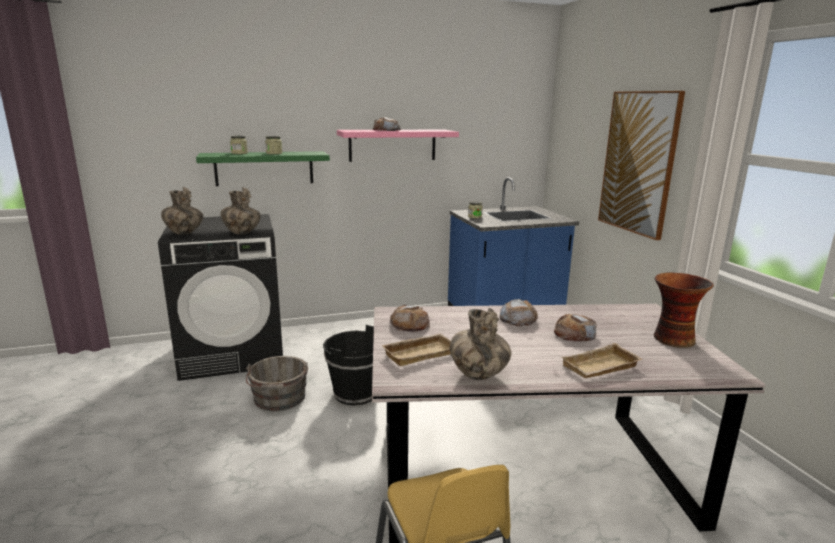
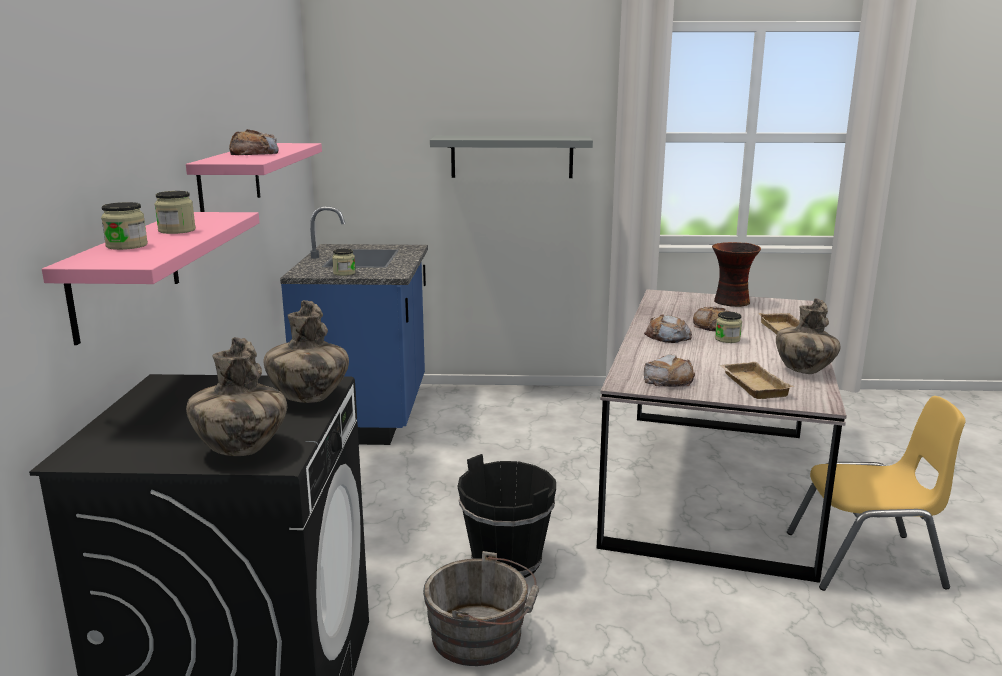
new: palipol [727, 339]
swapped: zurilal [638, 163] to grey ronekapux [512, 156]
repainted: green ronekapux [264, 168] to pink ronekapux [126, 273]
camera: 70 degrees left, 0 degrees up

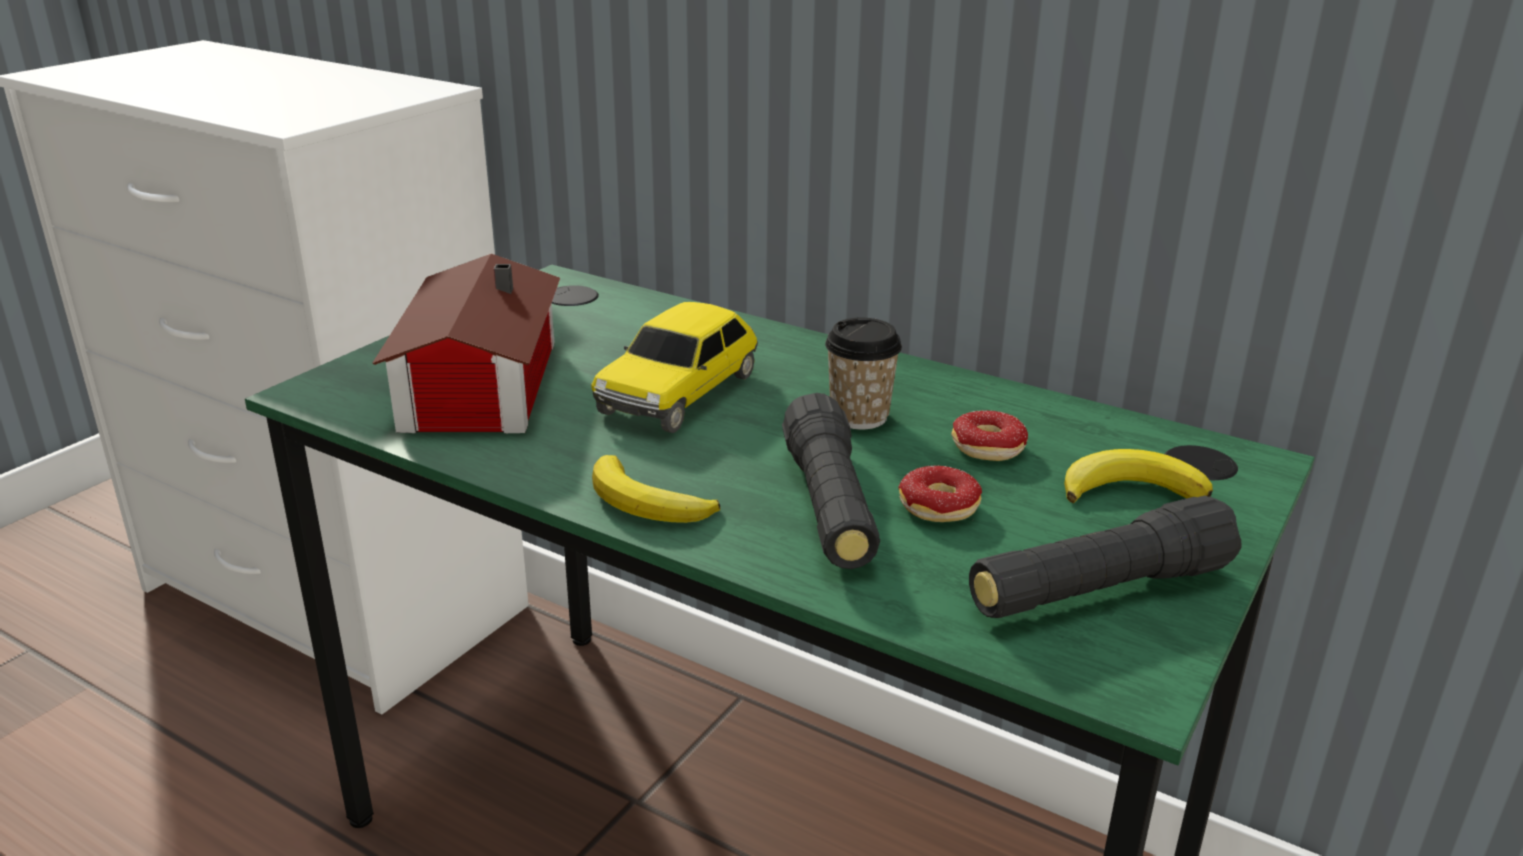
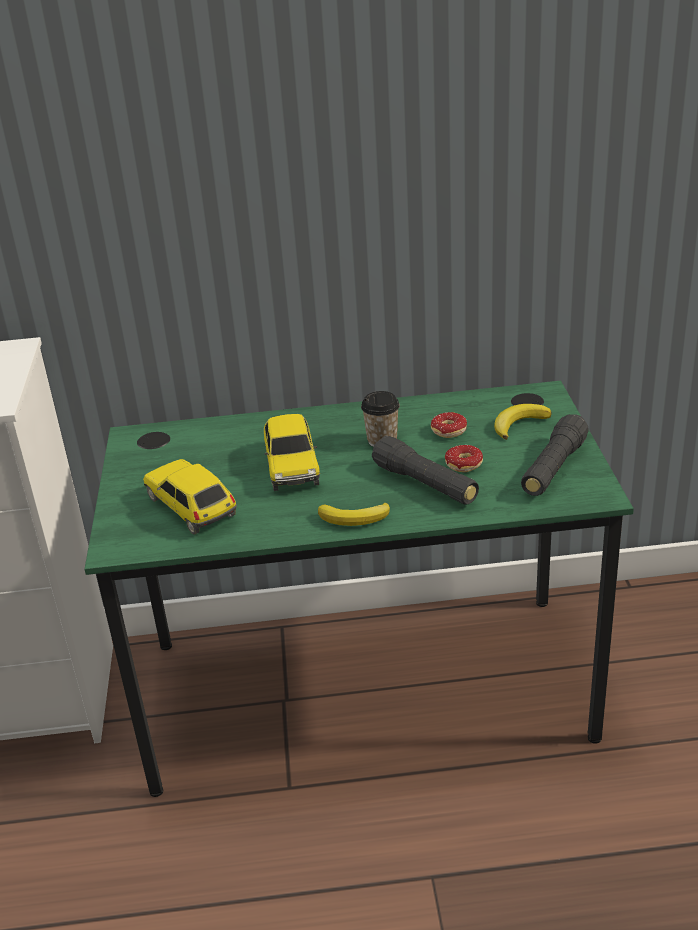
swapped: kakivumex [474, 387] to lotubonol [192, 508]
camera: 35 degrees left, 5 degrees up

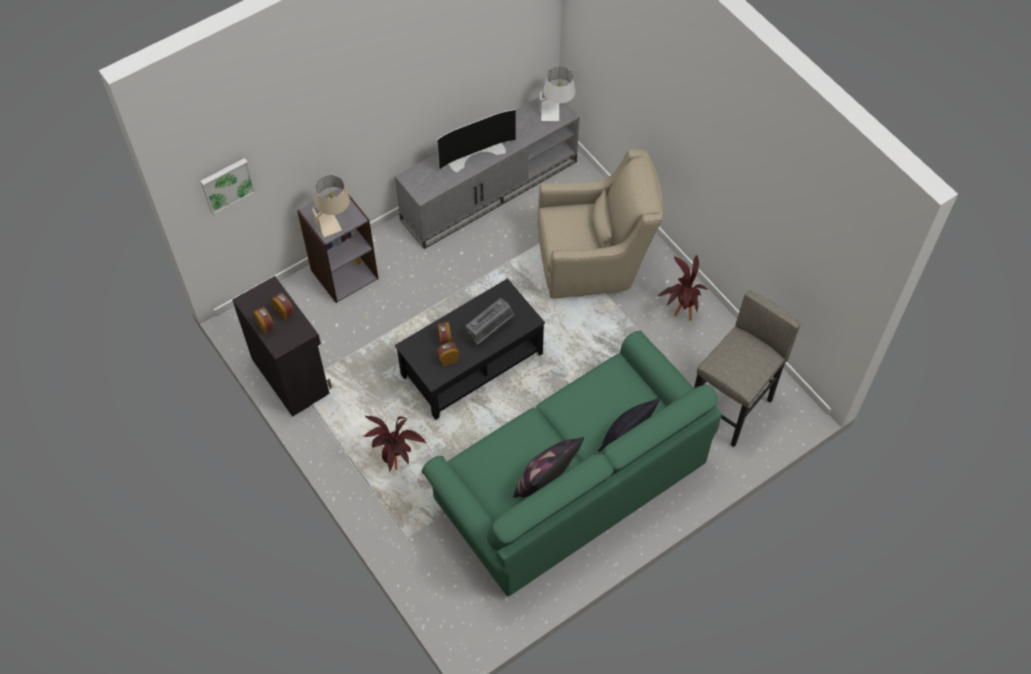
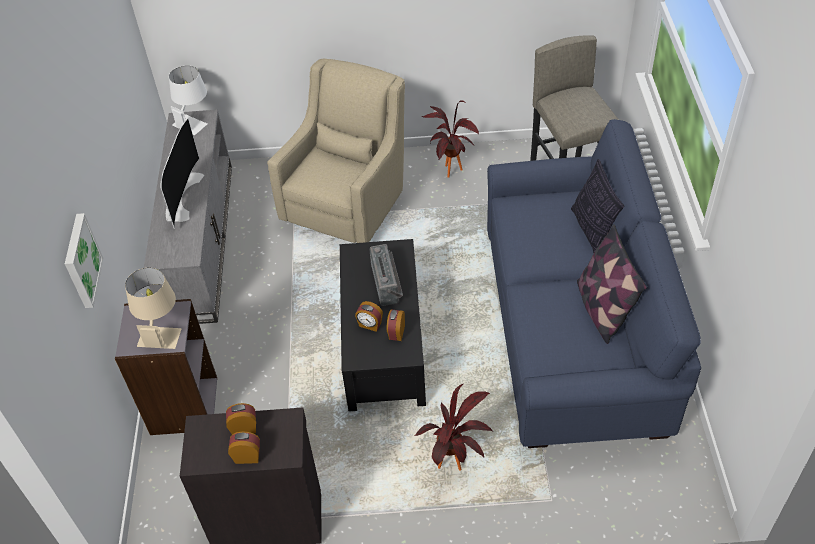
shifted: zurilal [227, 184] to [80, 261]
repainted: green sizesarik [569, 484] to blue sizesarik [572, 330]
camera: 55 degrees left, 10 degrees down

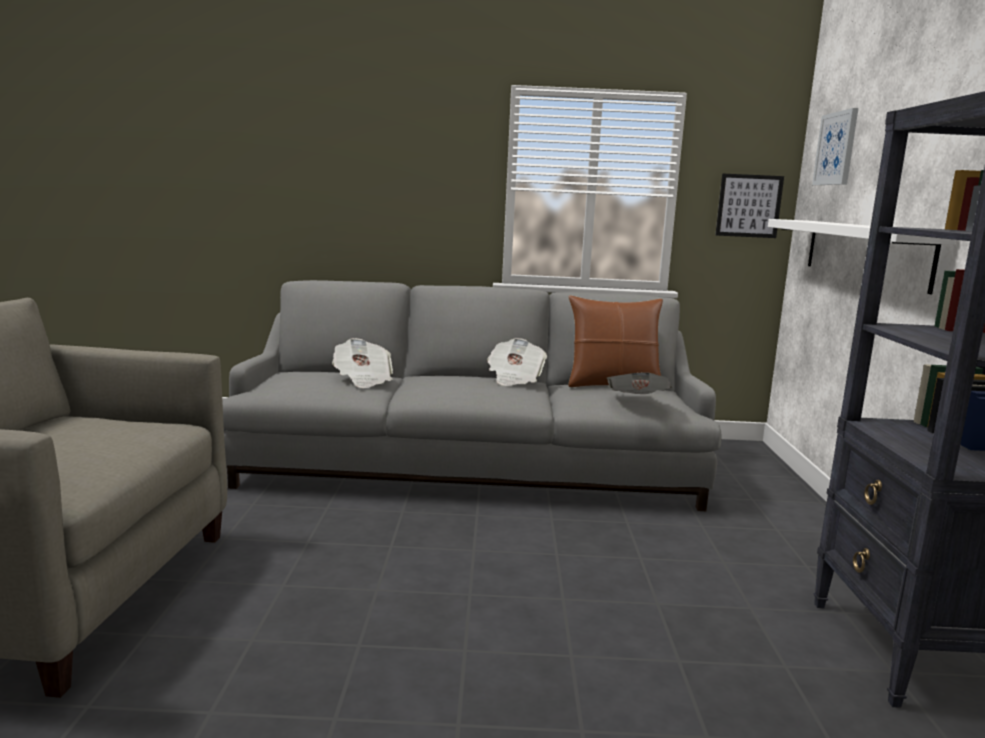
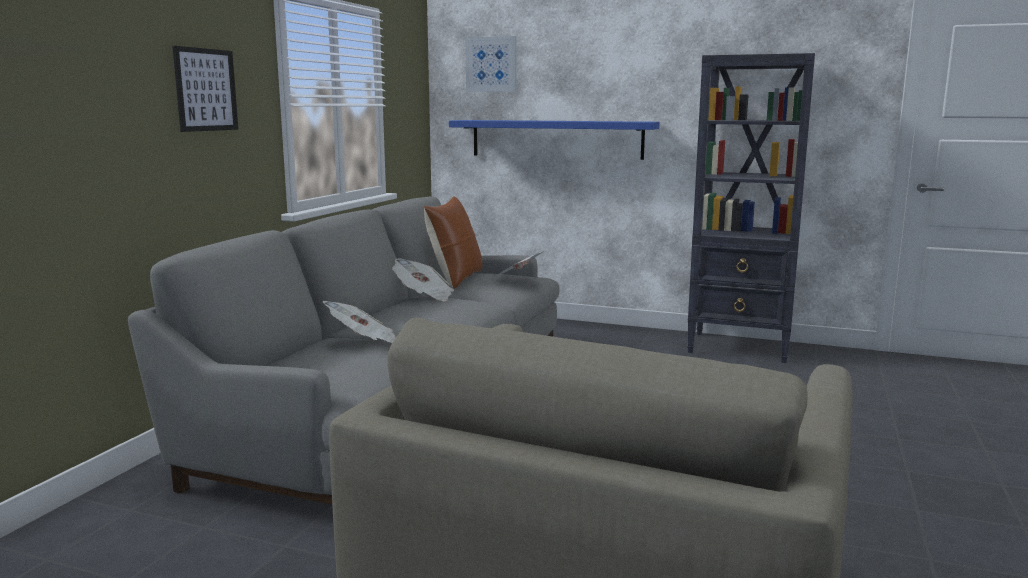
shifted: zurilal [749, 206] to [206, 90]
repainted: white ronekapux [864, 251] to blue ronekapux [556, 139]
camera: 70 degrees left, 0 degrees up

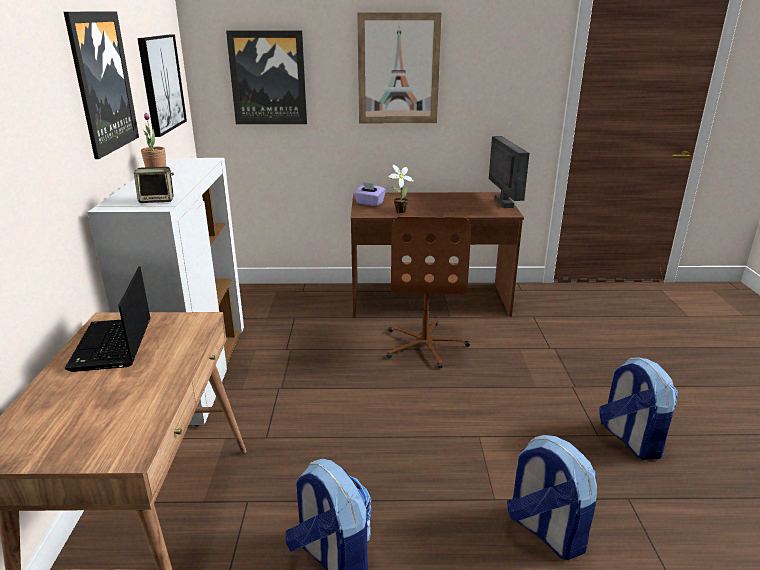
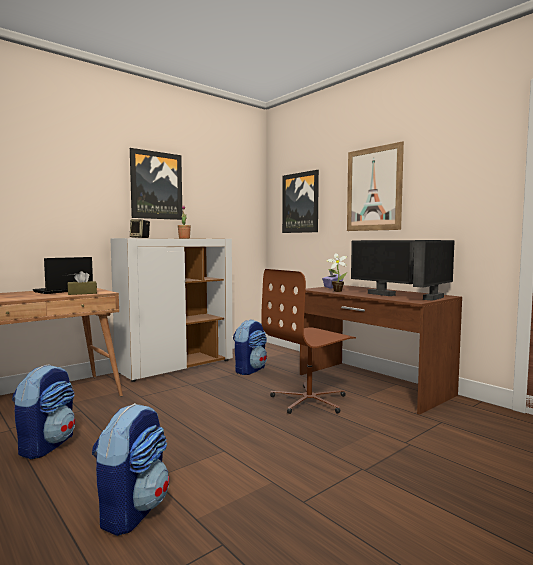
gone: zurilal [161, 83]
new: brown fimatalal [82, 293]; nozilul [382, 294]
shifted: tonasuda [630, 439] to [250, 370]
camera: 50 degrees right, 20 degrees down

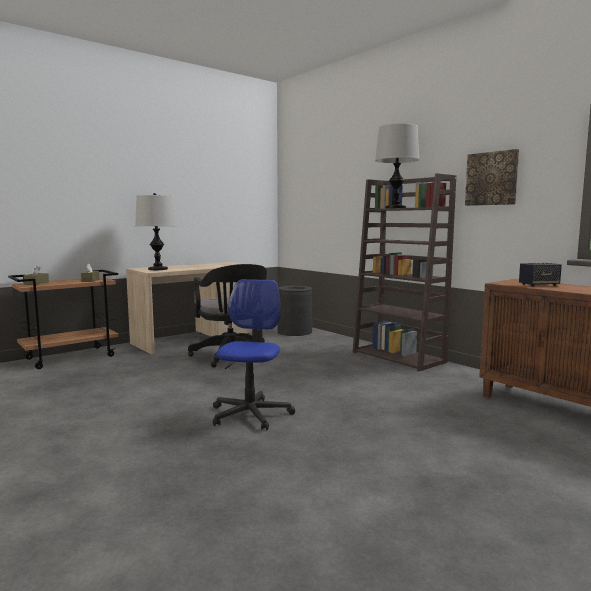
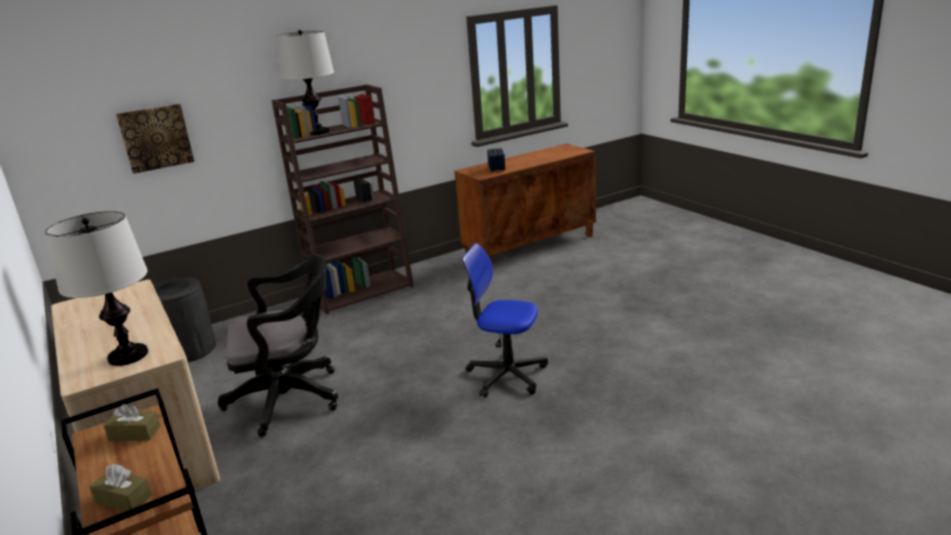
shifted: zurilal [492, 178] to [155, 138]
camera: 80 degrees left, 15 degrees up

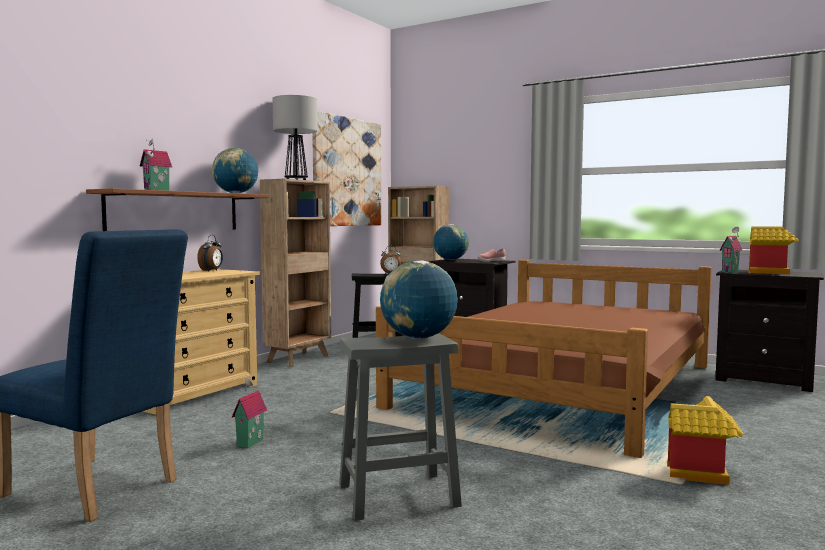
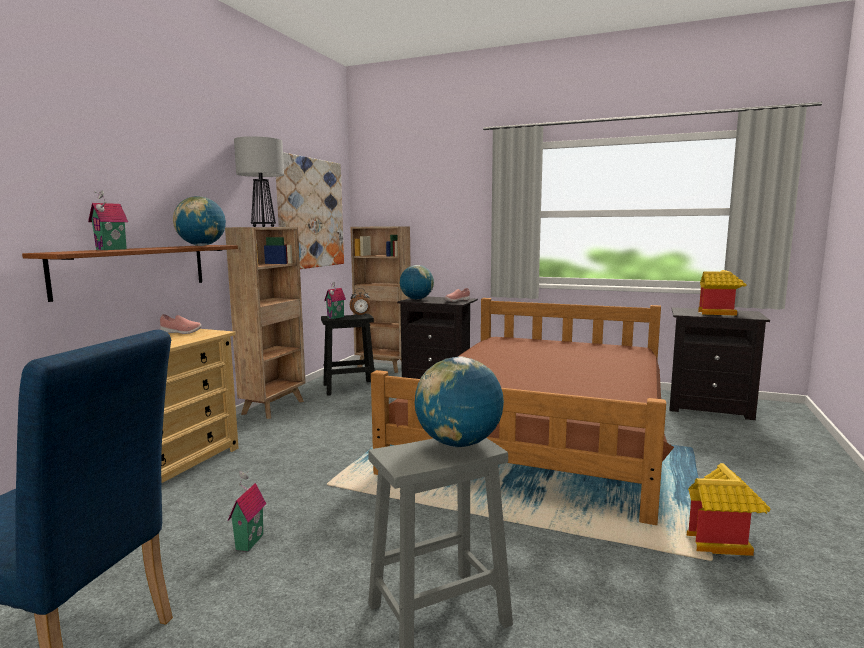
shifted: kakivumex [731, 272] to [336, 317]
swapped: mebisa [211, 271] to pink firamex [180, 332]
camera: 10 degrees left, 5 degrees up

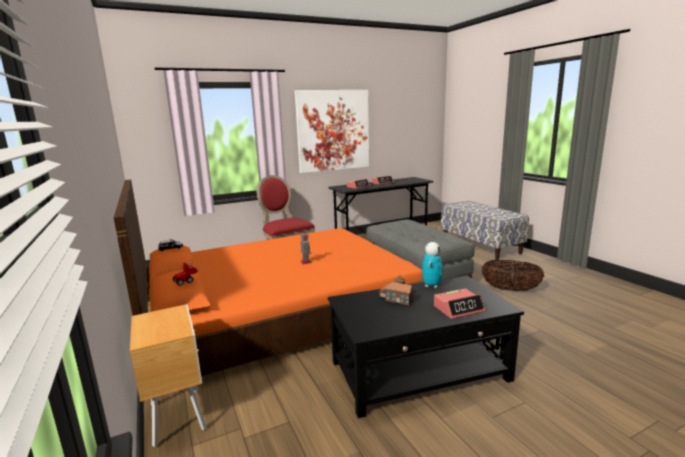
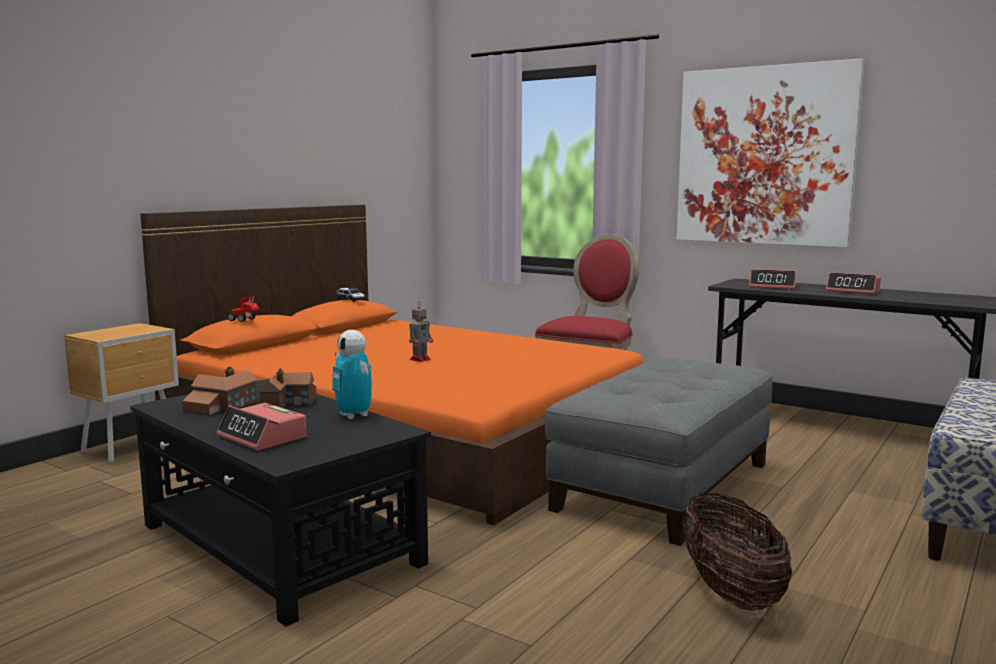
new: kakivumex [221, 407]
rotated: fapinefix [431, 285] = [354, 415] 60 degrees clockwise
camera: 60 degrees right, 5 degrees down

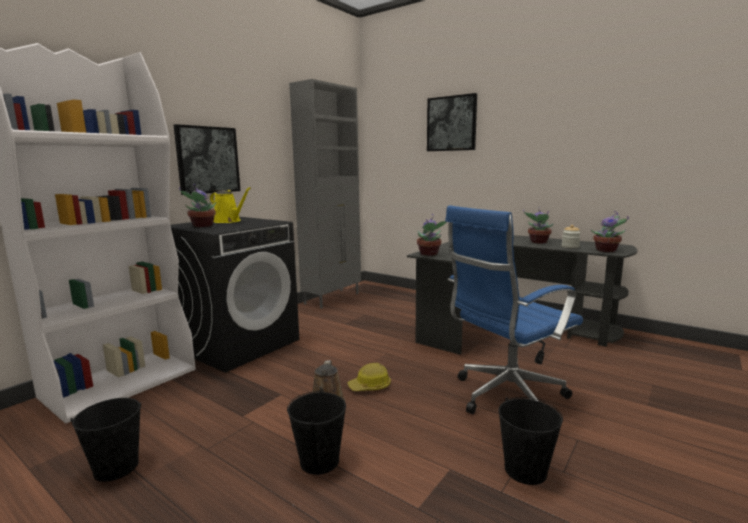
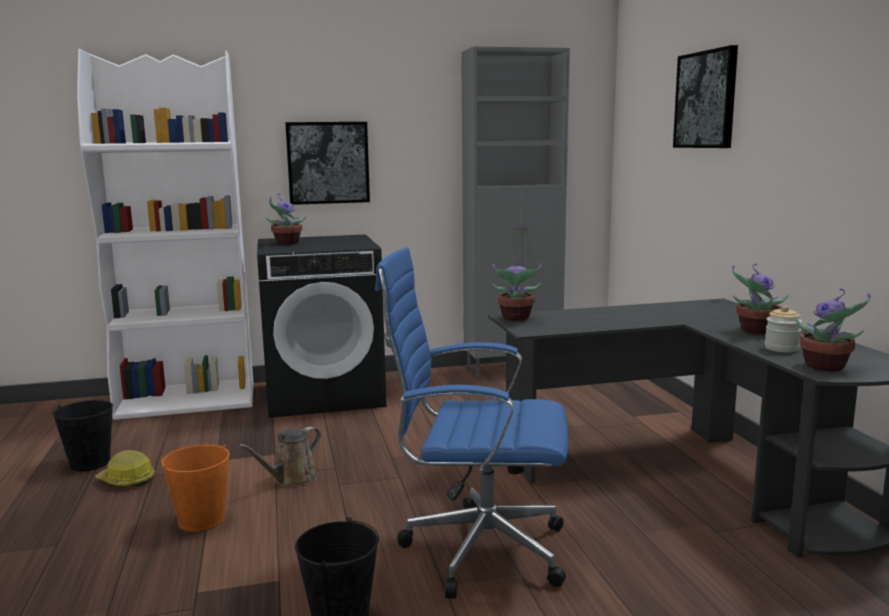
gone: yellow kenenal [229, 221]
shifted: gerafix [370, 386] to [126, 480]
repainted: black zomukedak [320, 460] to orange zomukedak [202, 520]
camera: 40 degrees right, 0 degrees up

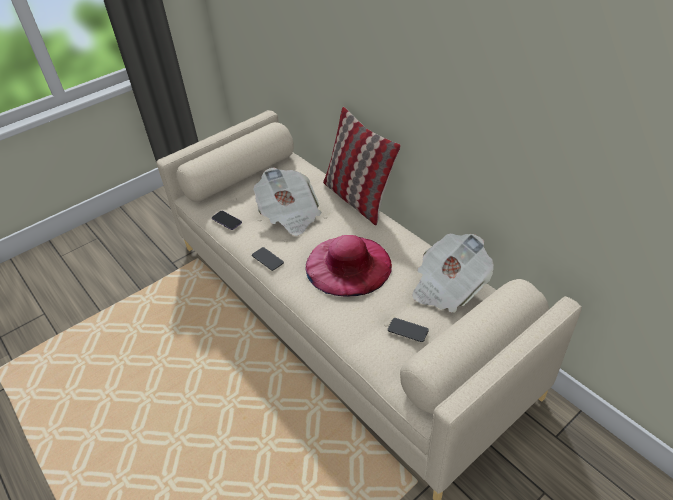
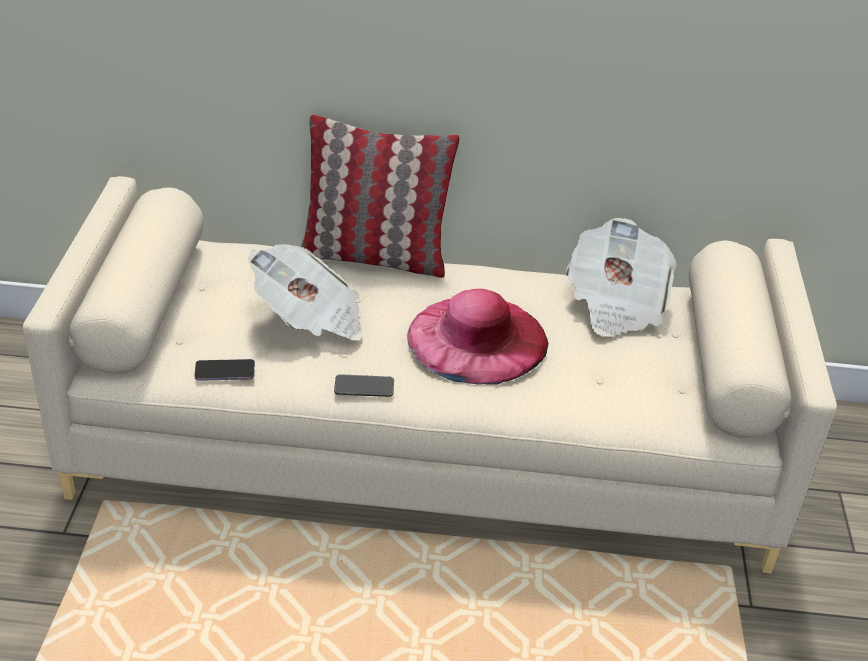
gone: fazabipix [408, 330]
camera: 50 degrees left, 5 degrees down

